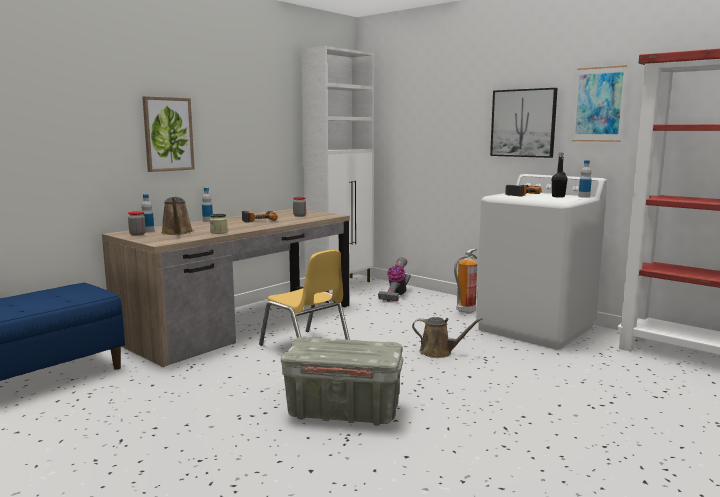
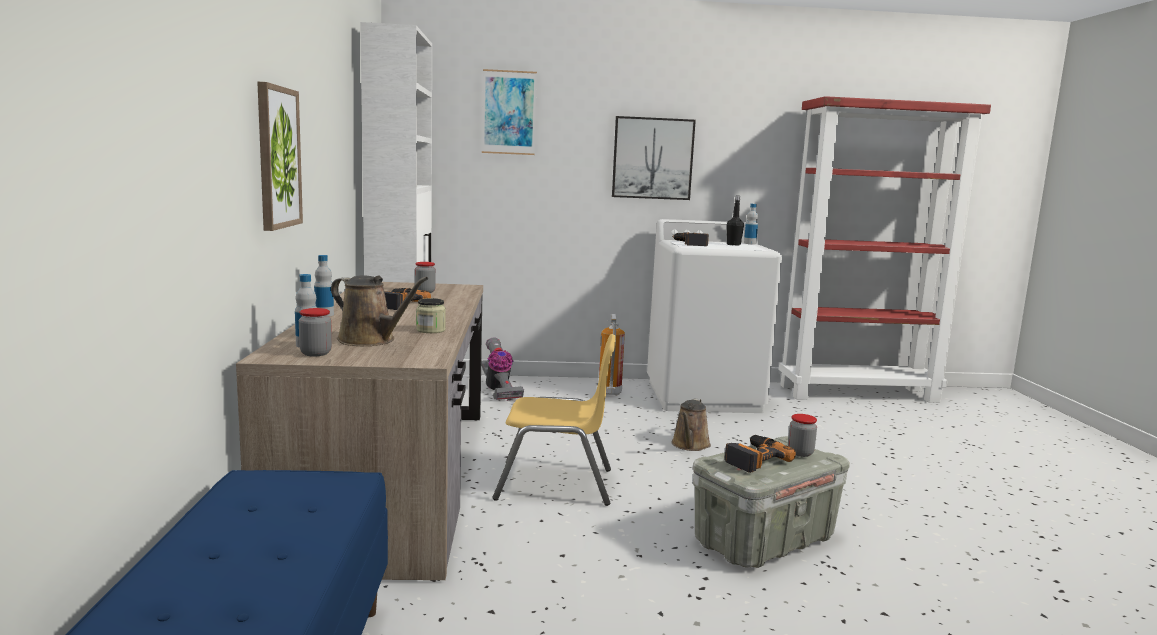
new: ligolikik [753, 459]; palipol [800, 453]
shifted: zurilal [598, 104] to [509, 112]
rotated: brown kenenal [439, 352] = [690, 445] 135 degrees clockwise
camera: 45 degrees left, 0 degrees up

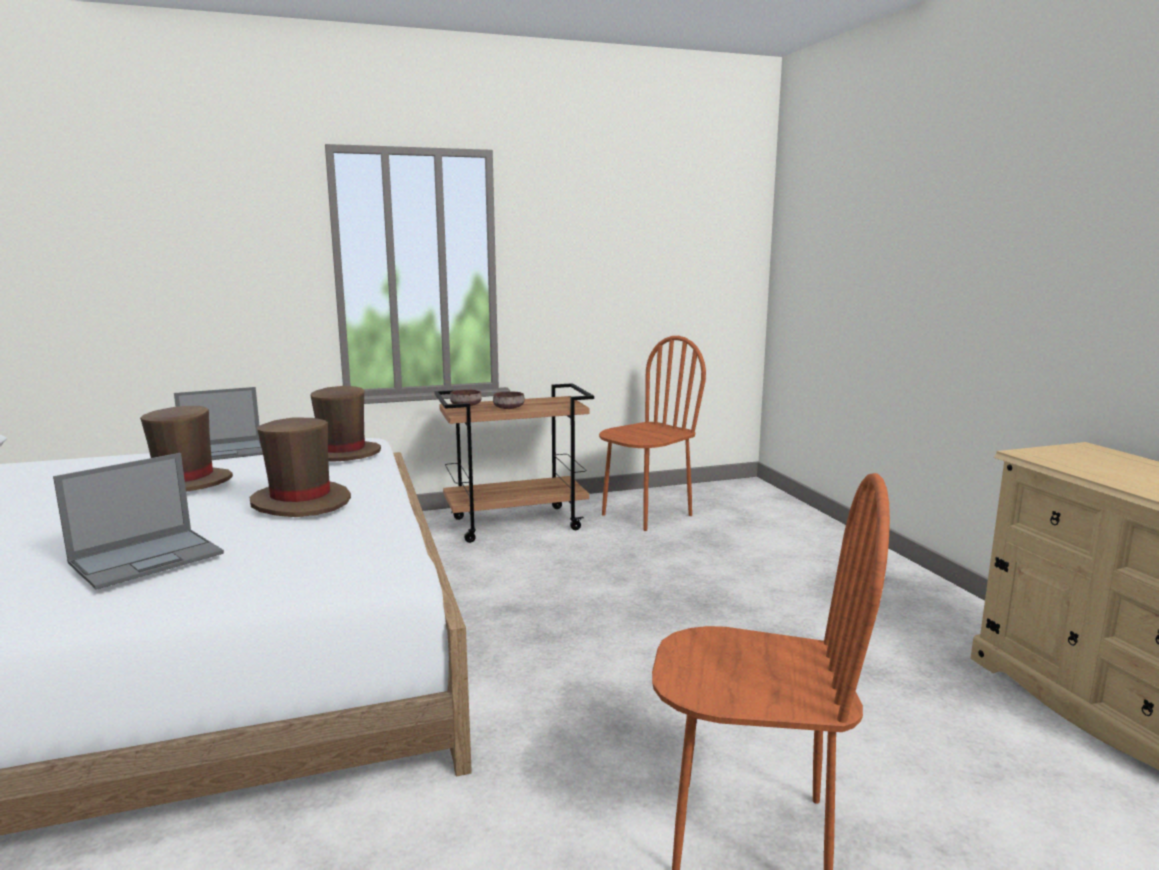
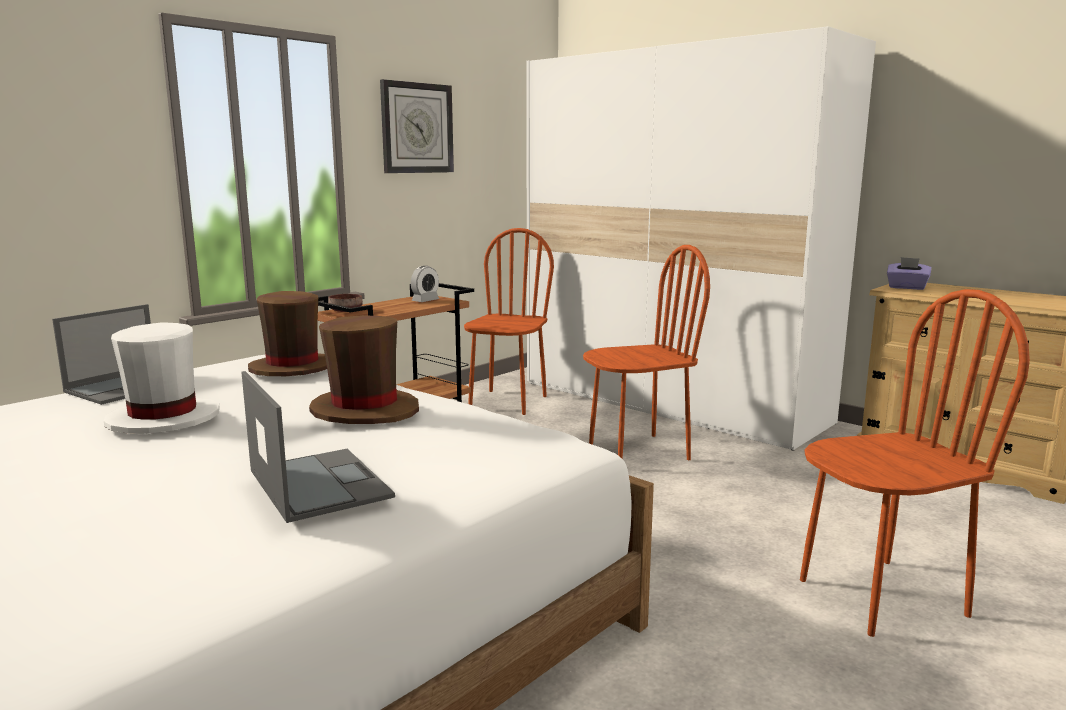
gone: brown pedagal [508, 408]
new: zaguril [417, 128]; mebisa [425, 300]; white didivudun [670, 402]; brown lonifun [638, 451]; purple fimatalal [906, 287]
repainted: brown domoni [185, 483] to white domoni [164, 419]
rotated: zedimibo [148, 558] = [318, 483] 45 degrees counterclockwise
camera: 30 degrees left, 0 degrees up

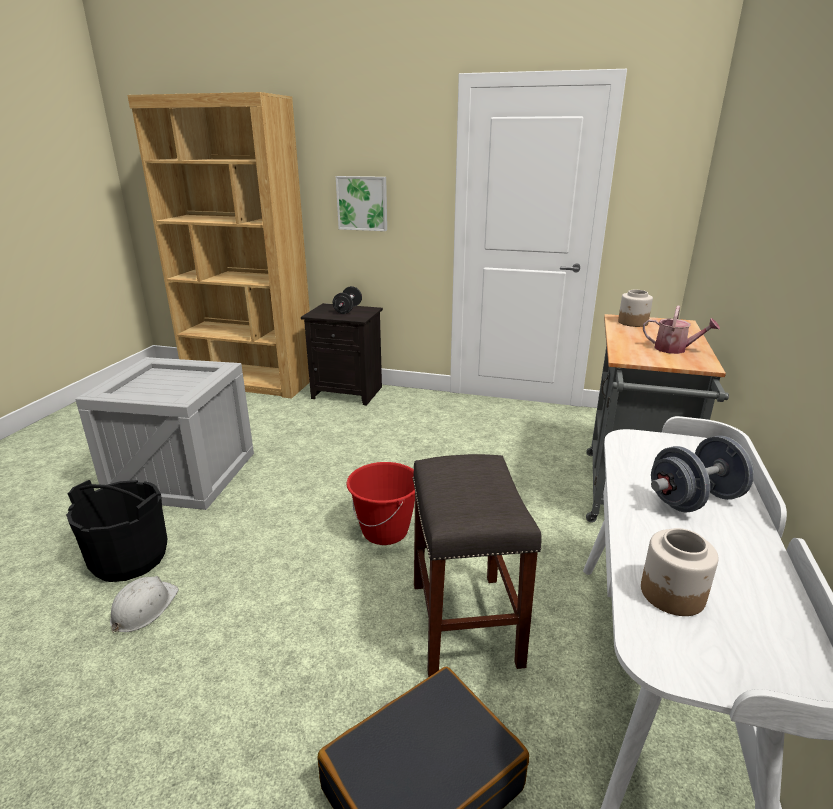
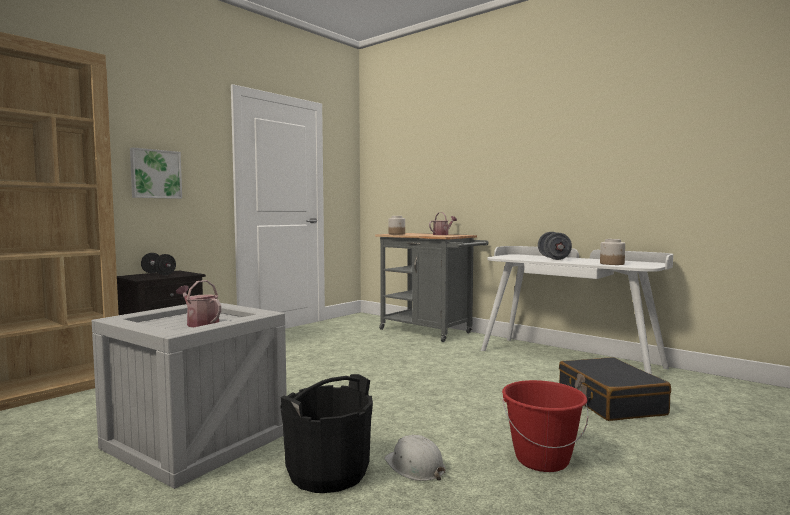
gone: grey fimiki [463, 621]
new: kenenal [200, 323]
shifted: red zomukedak [385, 531] to [542, 459]
camera: 65 degrees left, 20 degrees down

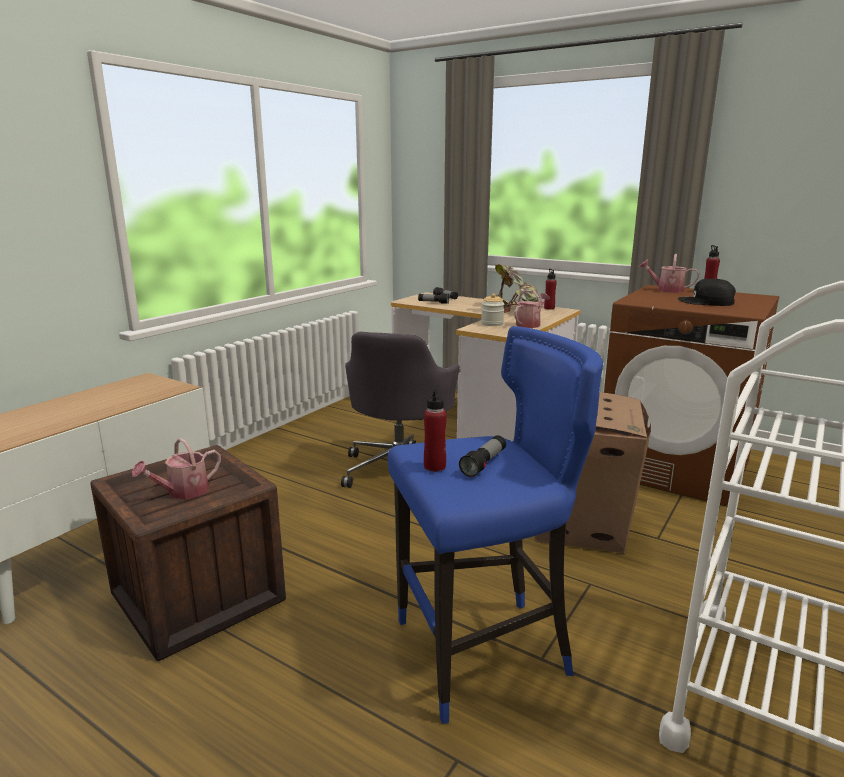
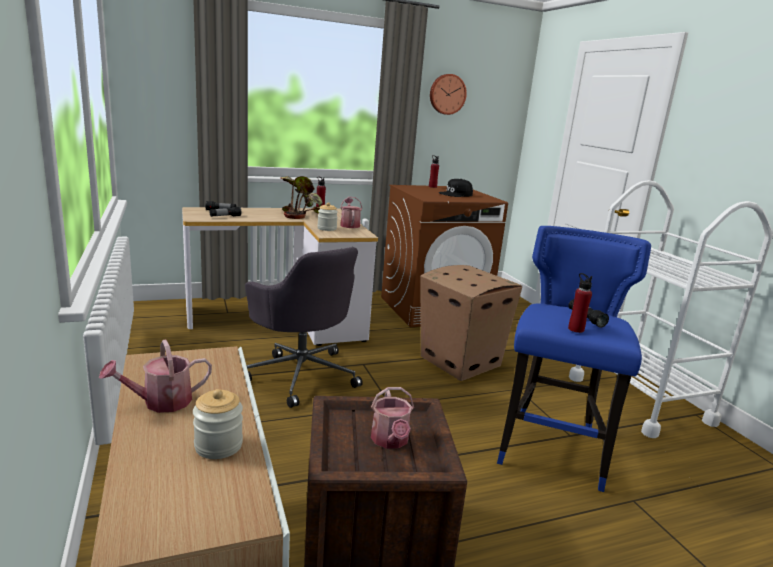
new: palipol [218, 445]; zaguril [447, 94]
shifted: kenenal [666, 290] to [160, 402]
camera: 55 degrees left, 0 degrees up

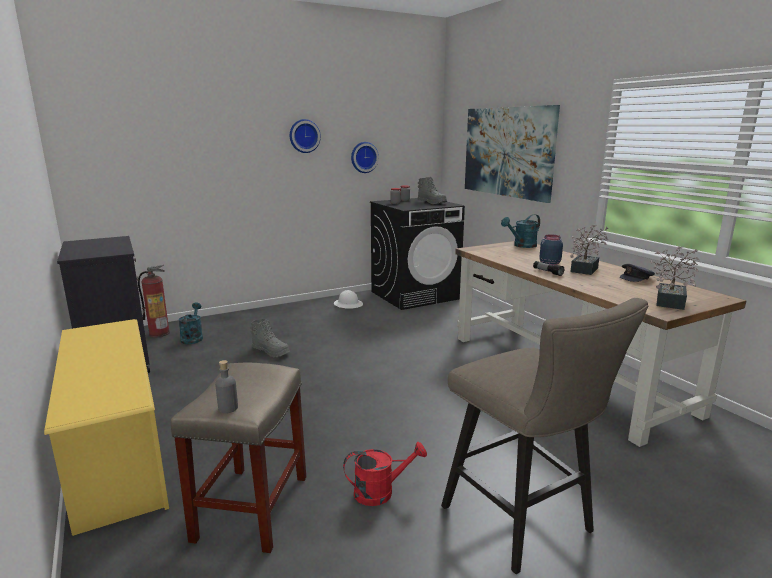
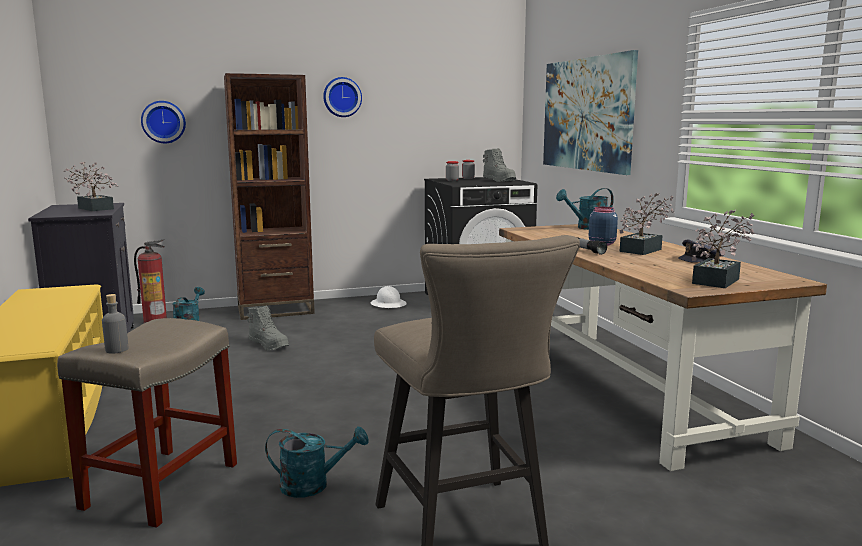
new: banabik [94, 208]; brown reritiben [275, 310]
shifted: zaguril [363, 157] to [163, 122]
repainted: red kenenal [381, 492] to turquoise kenenal [313, 485]
camera: 10 degrees right, 5 degrees down

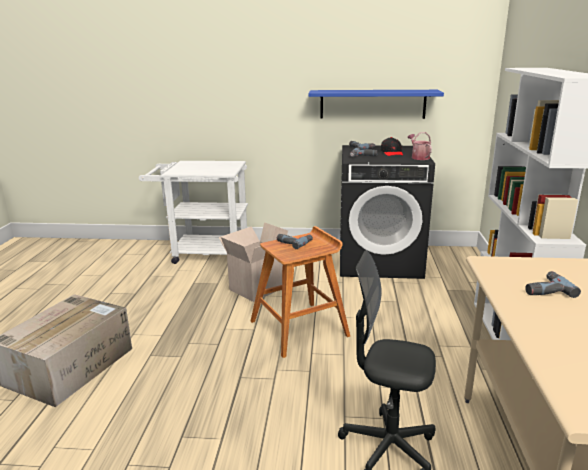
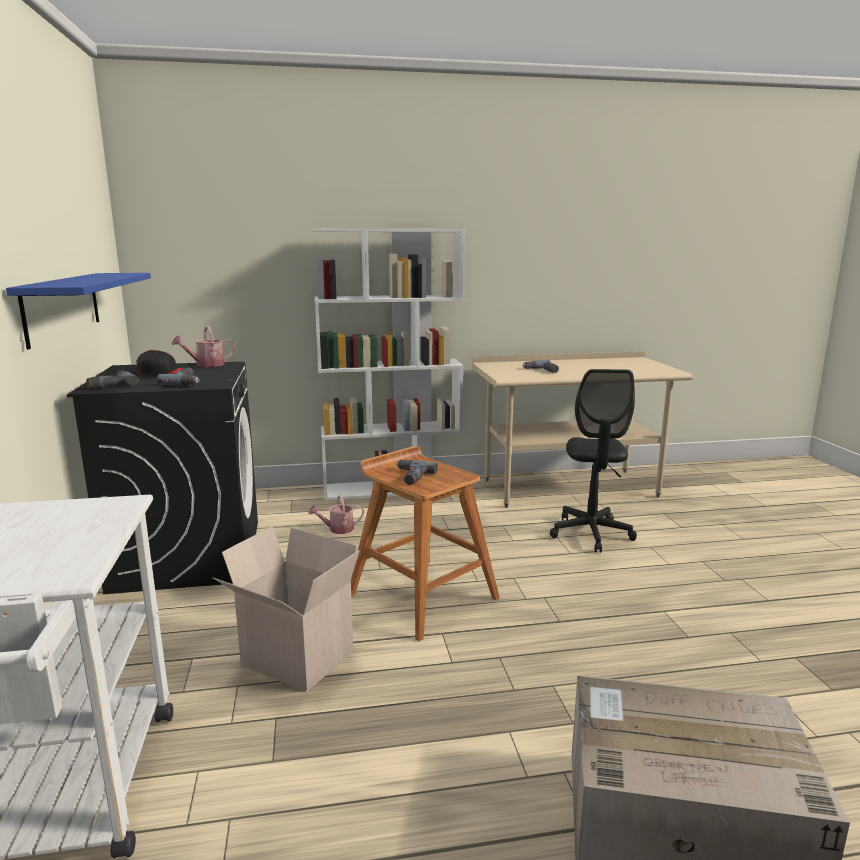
new: kenenal [337, 529]
camera: 105 degrees left, 5 degrees down

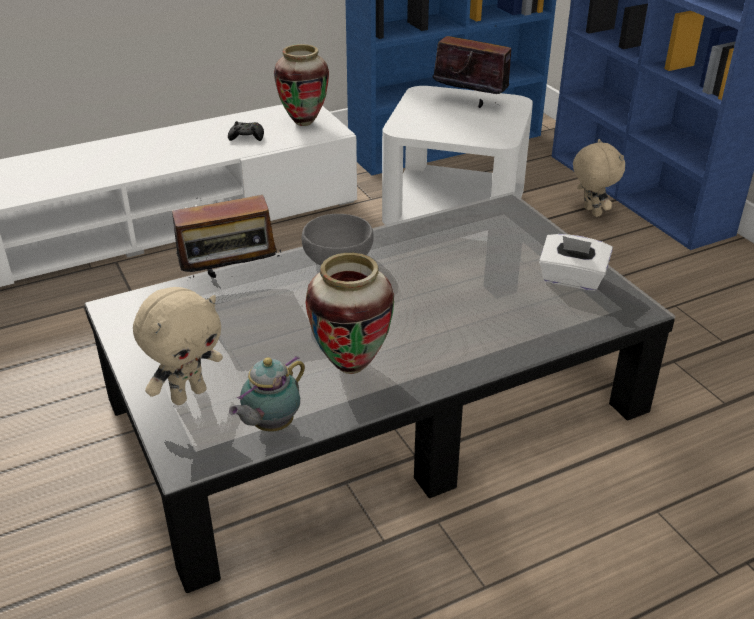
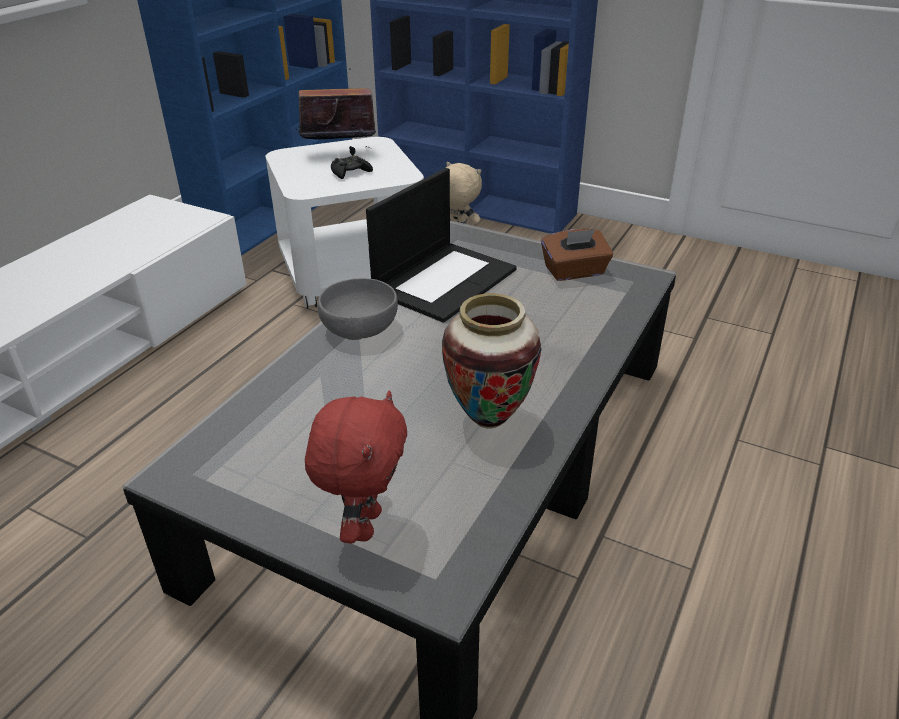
gone: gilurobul [230, 278]; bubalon [270, 426]; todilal [304, 122]
new: zedimibo [445, 280]
shifted: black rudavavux [246, 137] to [350, 172]
repainted: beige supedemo [188, 394] to red supedemo [364, 524]; white fimatalal [571, 279] to brown fimatalal [574, 272]
camera: 35 degrees left, 0 degrees up

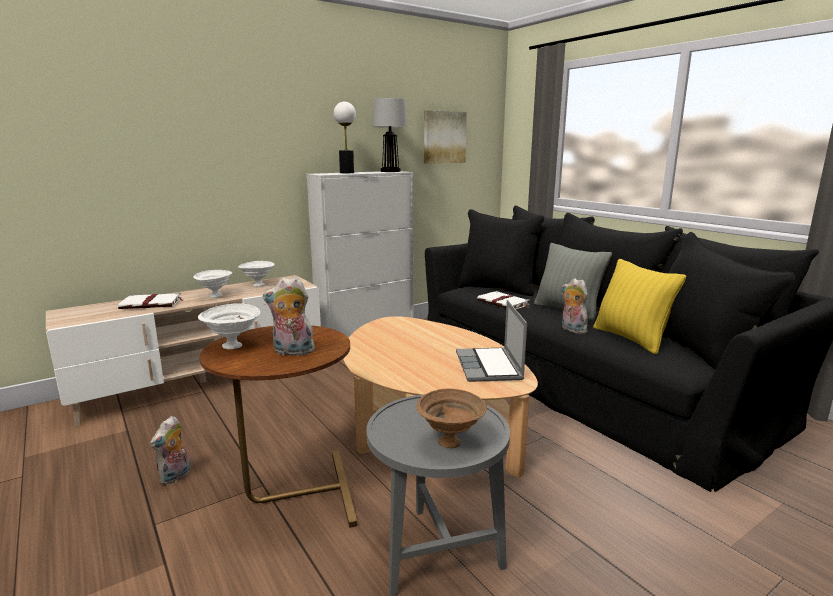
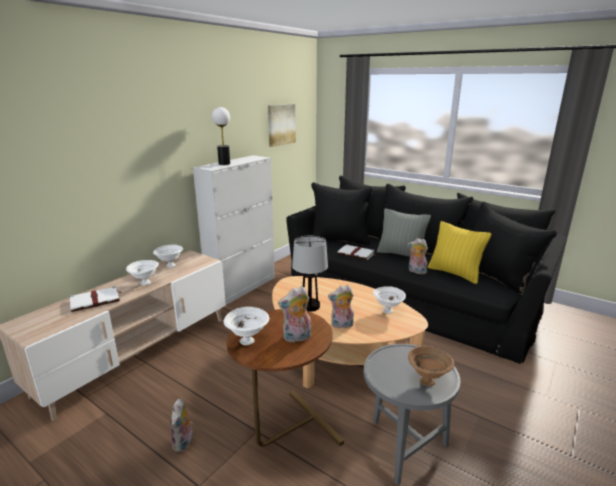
new: supedemo [341, 325]
shifted: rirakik [391, 171] to [310, 306]
swapped: zedimibo [489, 366] to white pedagal [388, 311]
camera: 20 degrees left, 5 degrees up

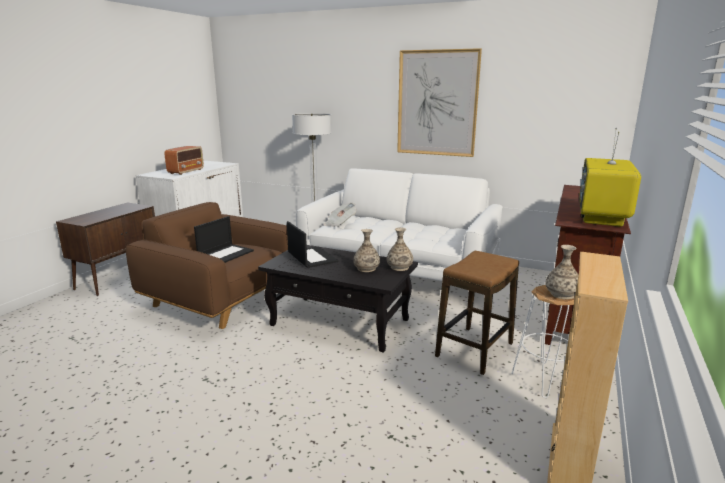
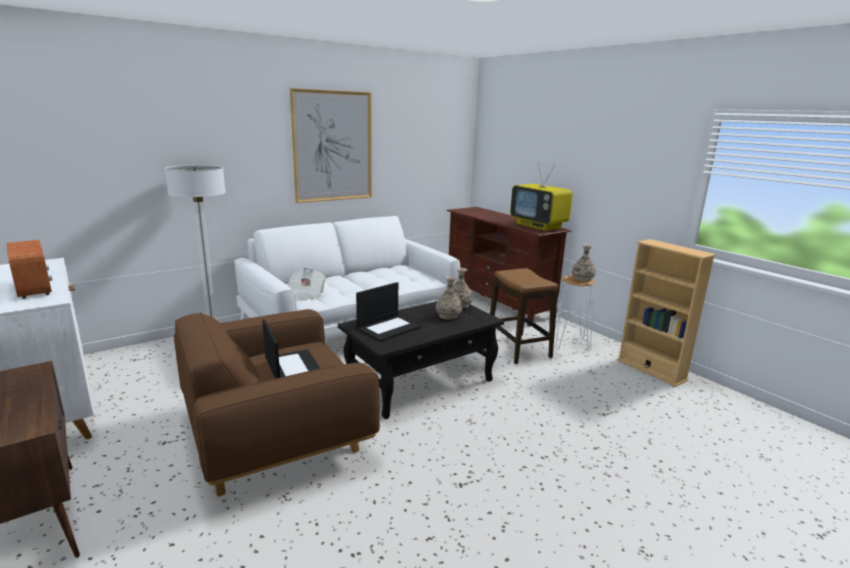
rotated: zedimibo [311, 257] = [389, 327] 135 degrees clockwise
camera: 60 degrees left, 0 degrees up

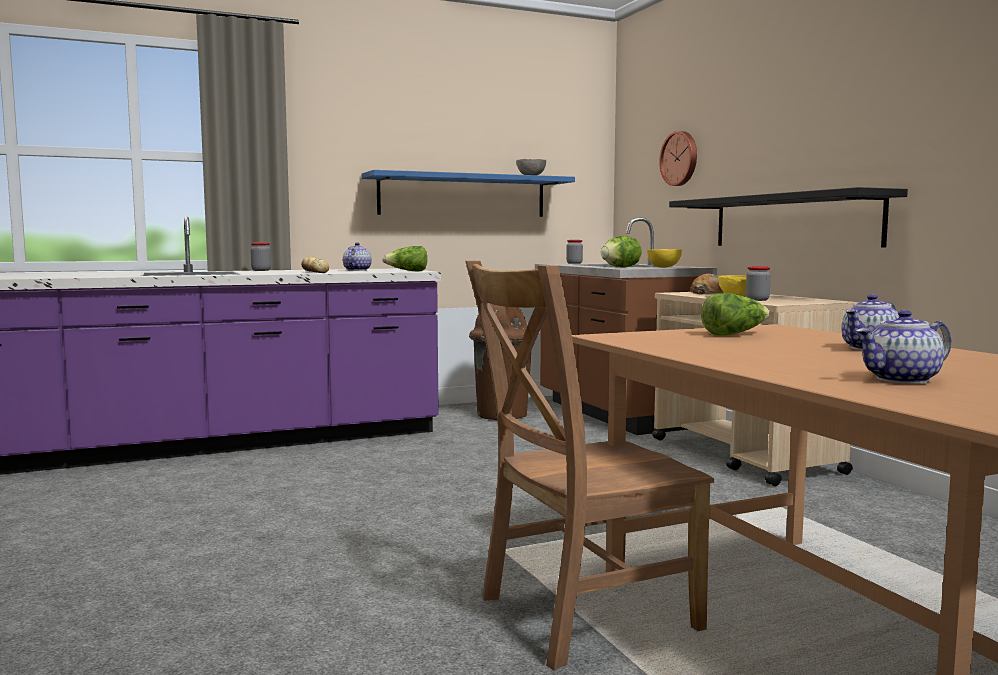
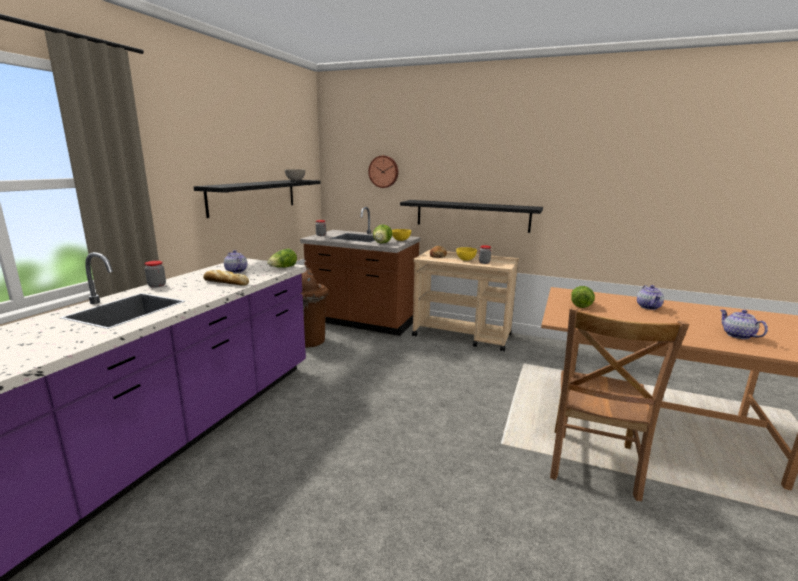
repainted: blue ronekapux [463, 196] to black ronekapux [253, 196]
rotated: bubalon [902, 379] = [737, 335] 135 degrees clockwise
camera: 45 degrees left, 10 degrees up

